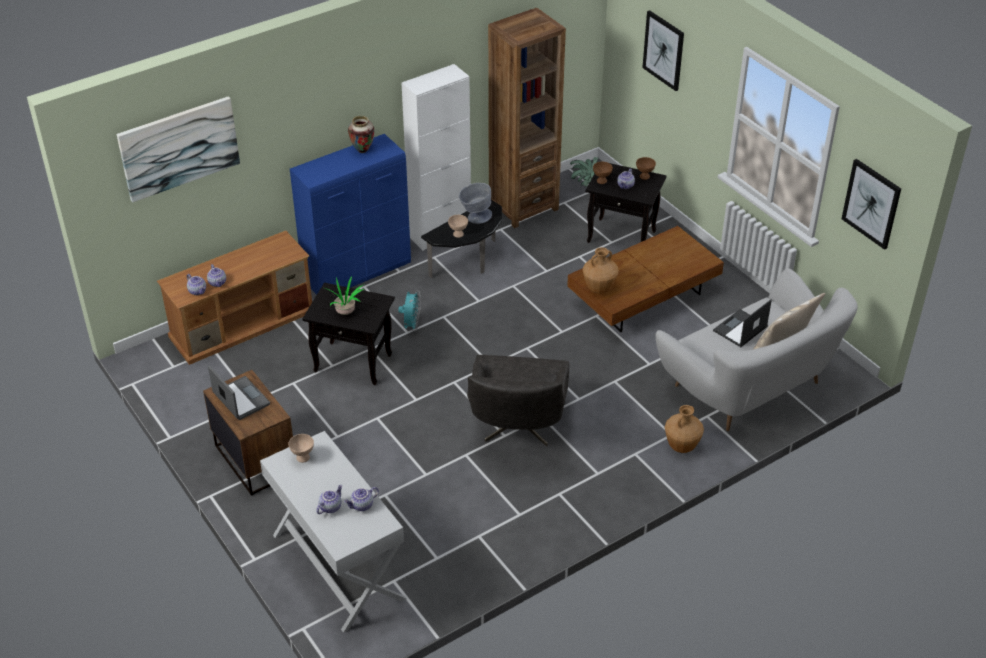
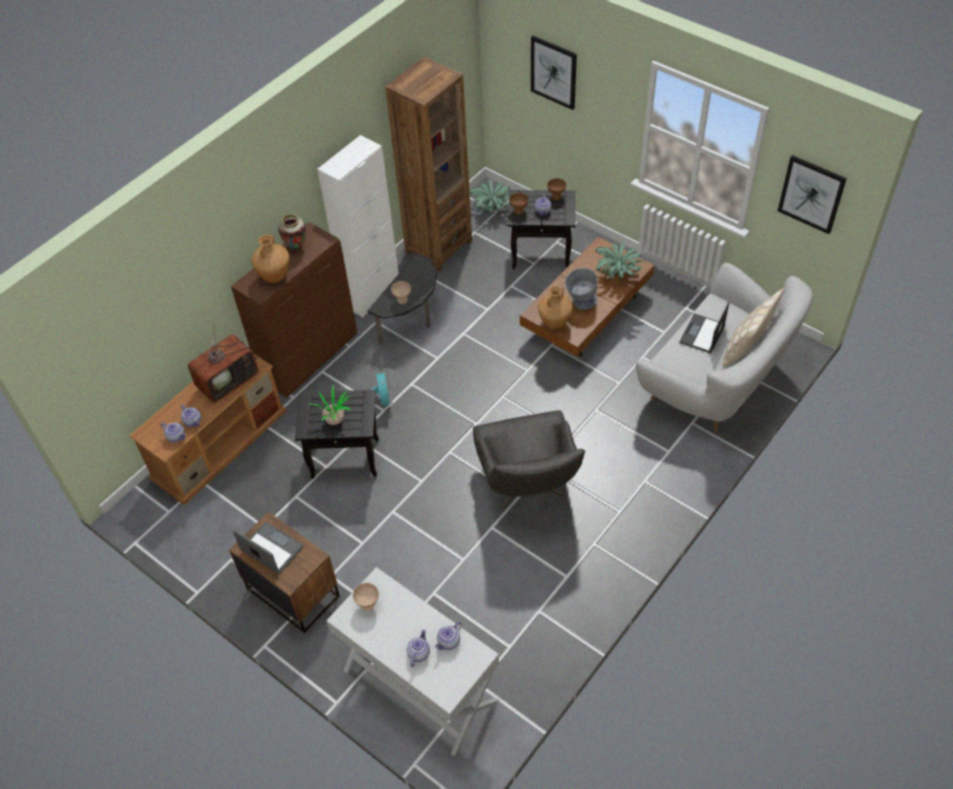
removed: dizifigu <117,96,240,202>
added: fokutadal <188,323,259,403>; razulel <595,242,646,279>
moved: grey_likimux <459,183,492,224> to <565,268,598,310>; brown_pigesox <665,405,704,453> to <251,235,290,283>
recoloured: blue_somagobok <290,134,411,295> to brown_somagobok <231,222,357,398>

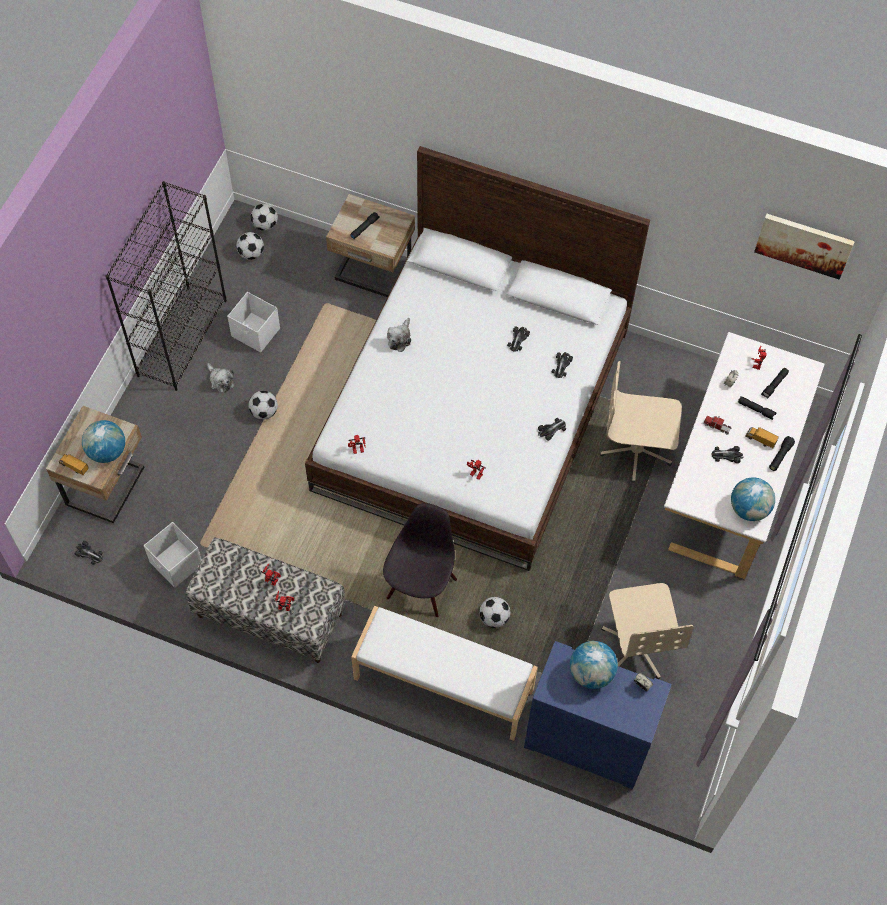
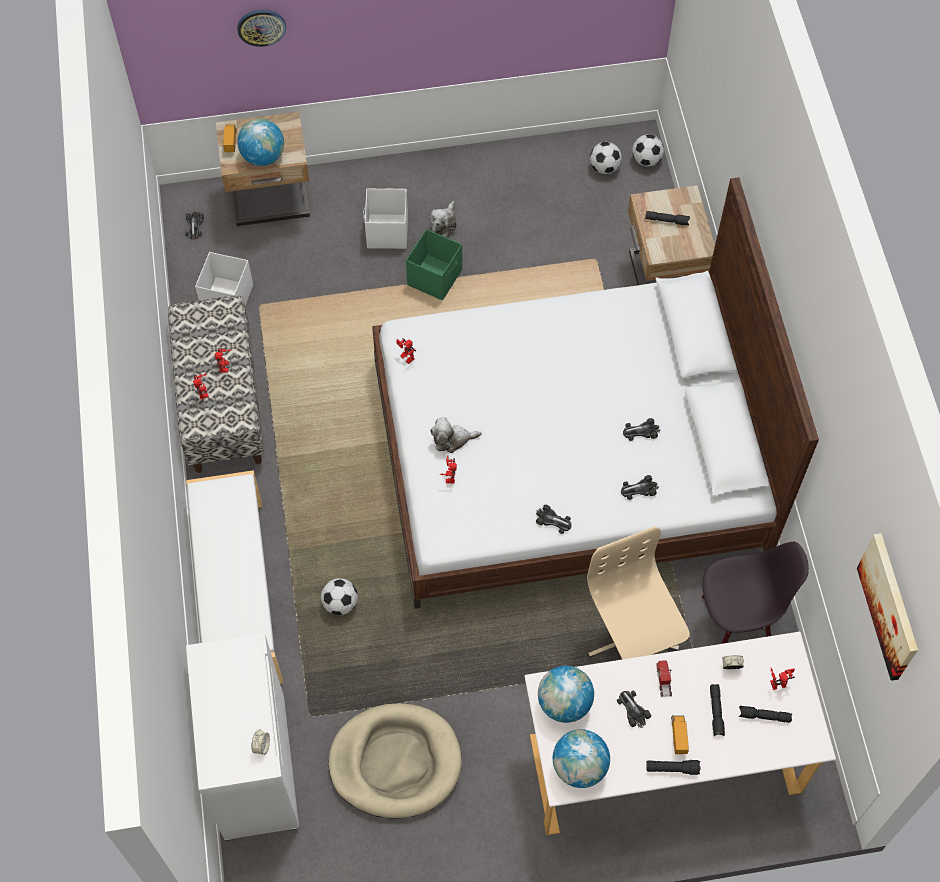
removed: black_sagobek <106,181,227,391>
added: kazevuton <237,10,286,47>
moved: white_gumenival <227,292,280,352> to <363,188,408,249>; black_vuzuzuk <383,503,457,617> to <701,542,809,644>; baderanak <387,318,411,352> to <430,417,482,453>; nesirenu <570,641,618,689> to <538,666,594,723>
replaced: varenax <248,391,278,420> to green_gumenival <406,229,462,300>; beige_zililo <601,583,693,679> to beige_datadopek <329,703,462,819>
recoloured: blue_somagobok <524,641,672,789> to white_somagobok <186,634,299,841>

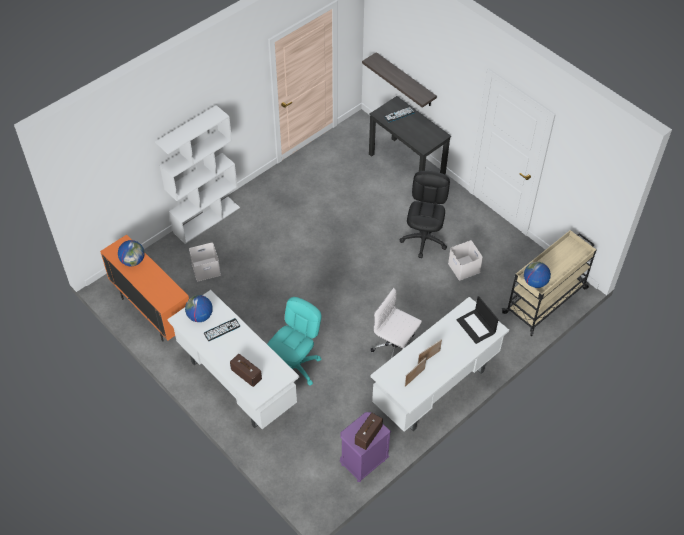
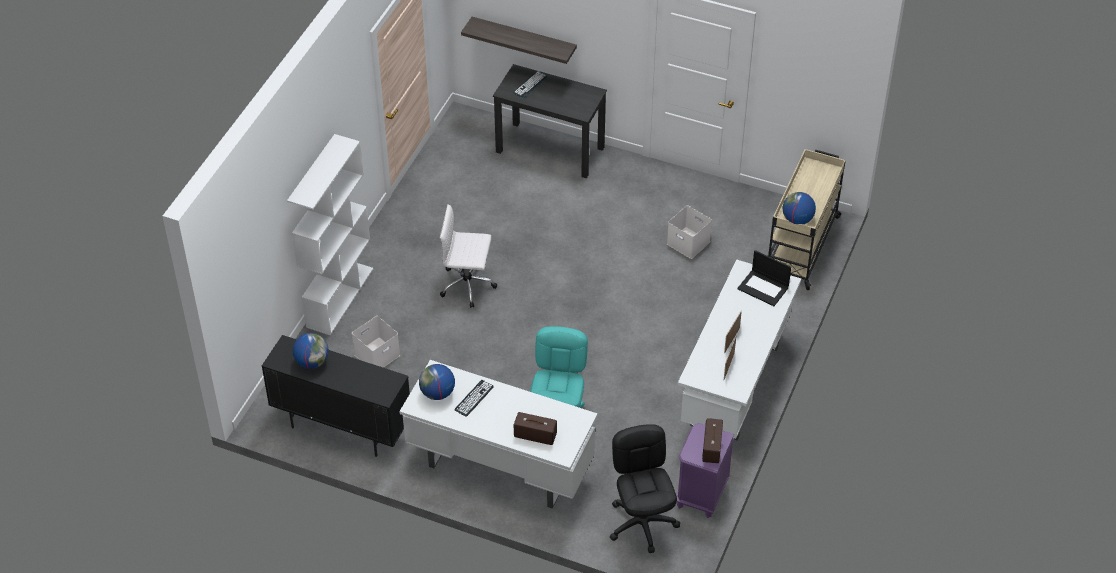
moved: white_zililo <371,288,422,359> to <440,205,497,308>; black_zililo <399,171,450,258> to <610,424,680,553>
recoloured: orange_somagobok <100,235,189,342> to black_somagobok <262,335,410,457>

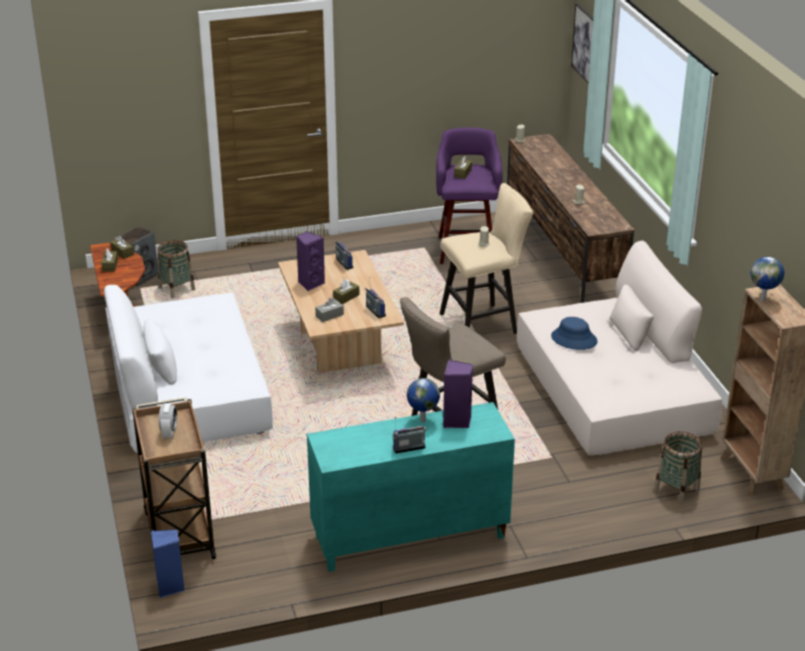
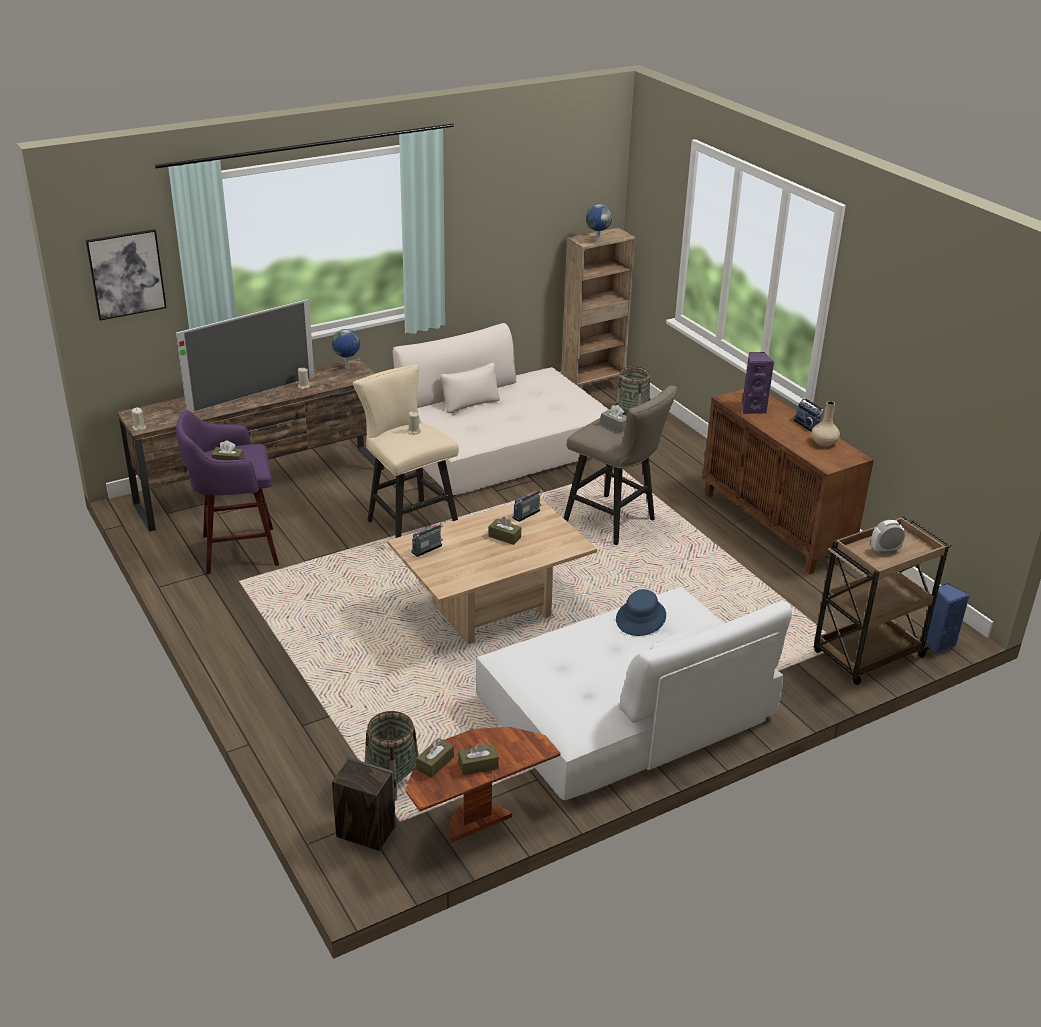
removed: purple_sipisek <296,231,325,291>
added: fokutadal <176,299,314,413>; beige_pigesox <811,401,840,447>
moved: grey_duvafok <315,298,344,322> to <600,405,627,432>; nesirenu <407,378,440,423> to <332,329,360,369>; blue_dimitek <551,317,597,350> to <616,589,666,636>
recoloured: turquoise_somagobok <307,402,515,572> to brown_somagobok <702,389,874,575>

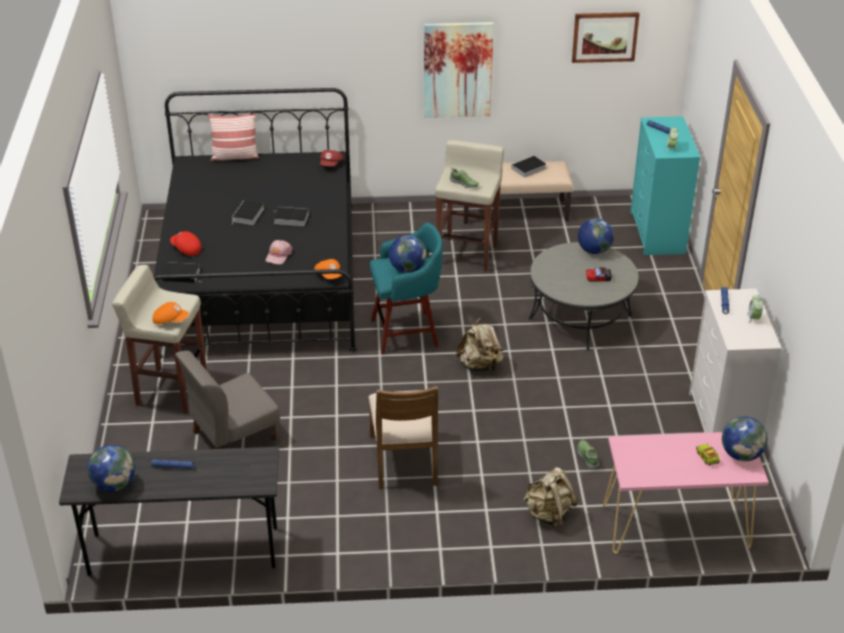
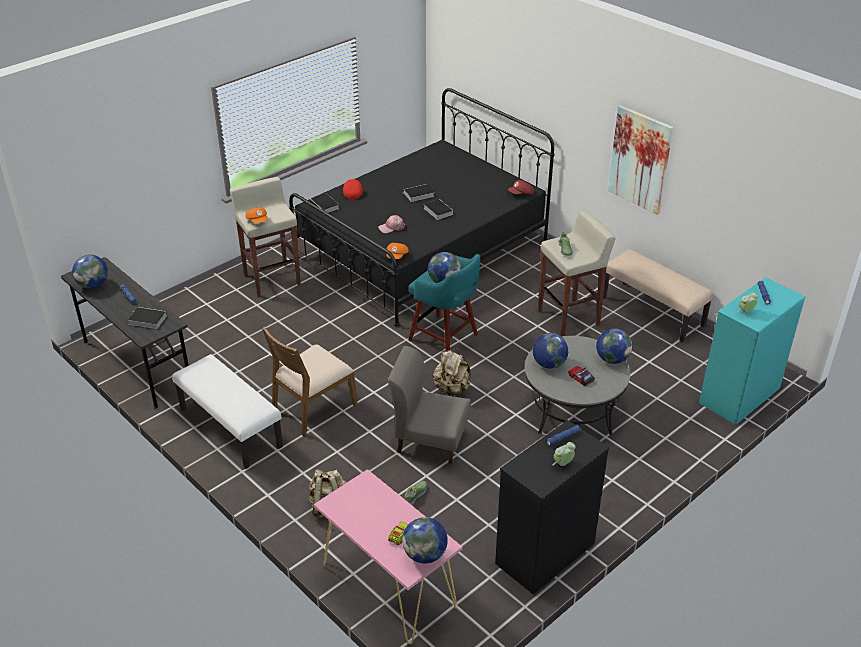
removed: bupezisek <208,113,259,161>; dizifigu <572,12,639,63>
added: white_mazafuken <172,354,283,469>; nesirenu <533,333,568,369>
moved: grey_vuzuzuk <175,351,280,449> to <388,346,471,464>; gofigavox <508,156,546,178> to <128,307,167,329>
recoloured: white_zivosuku <689,289,782,433> to black_zivosuku <495,420,609,595>

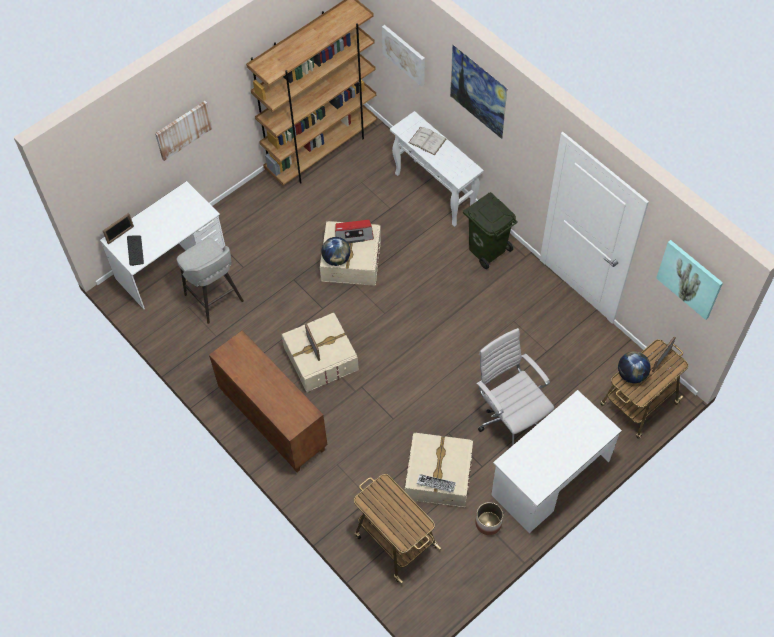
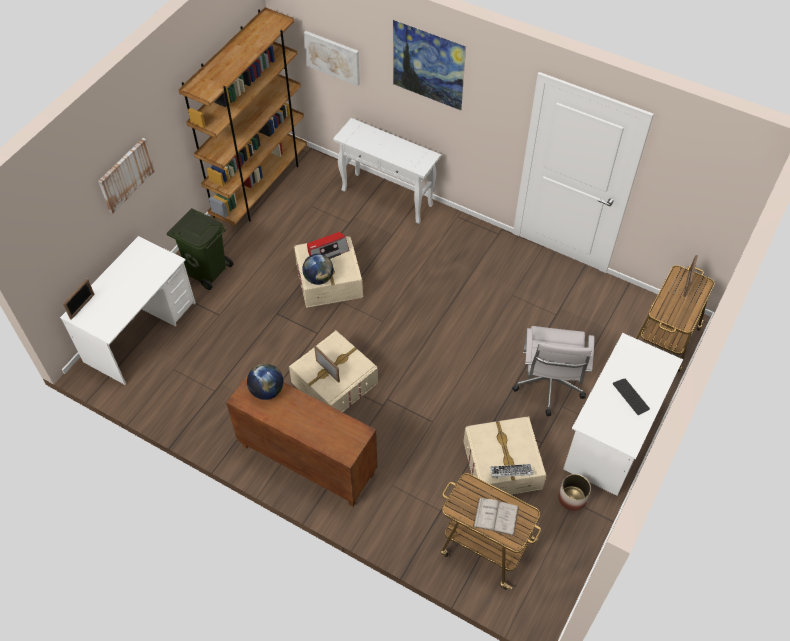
removed: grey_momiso <177,238,244,324>; dizifigu <656,240,723,320>
moved: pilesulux <127,236,144,266> to <613,379,650,415>; white_gofigavox <408,127,446,156> to <473,498,519,536>; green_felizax <463,192,518,269> to <167,208,234,290>; nesirenu <618,351,651,383> to <247,363,283,400>
turned: white_zililo <477,328,554,446> = <512,326,594,416> 120 degrees counterclockwise

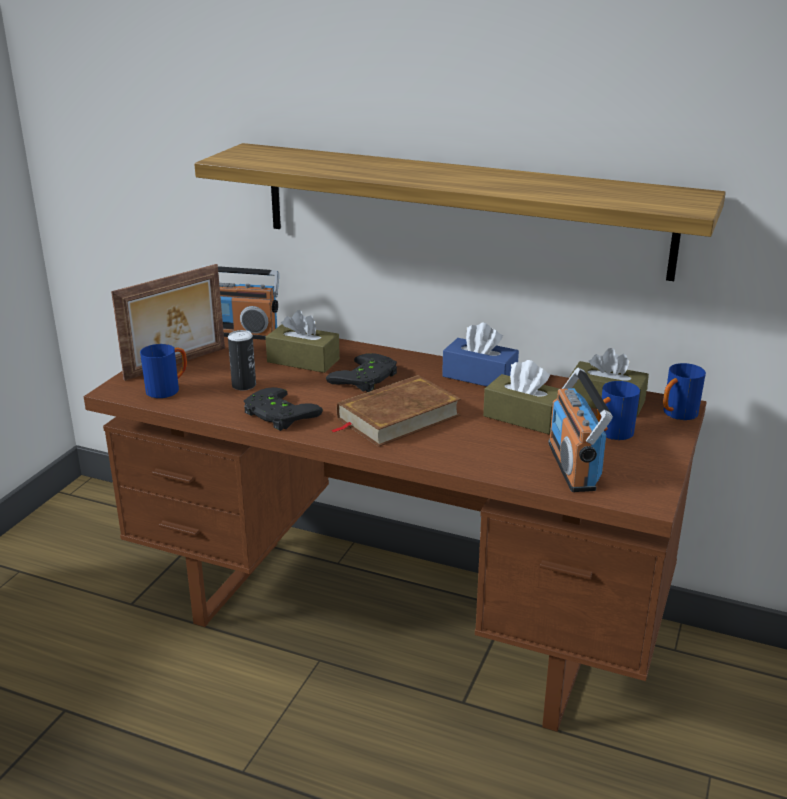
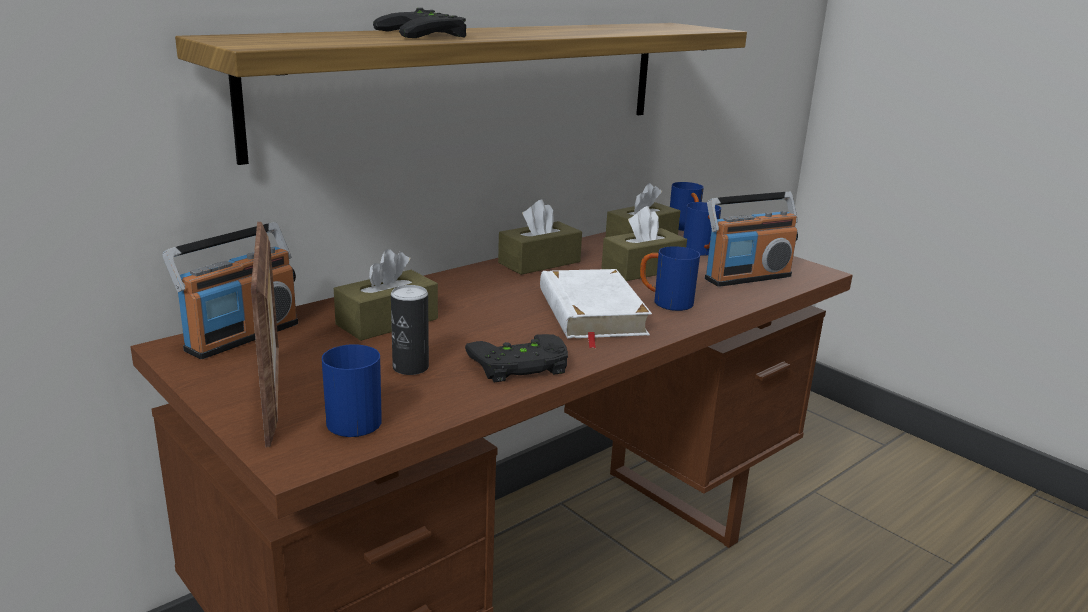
added: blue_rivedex <640,246,700,311>
moved: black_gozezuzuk <326,353,397,392> to <373,8,466,38>
recoloured: brown_gofigavox <330,375,461,447> to white_gofigavox <540,269,652,348>; blue_duvafok <442,323,519,386> to brown_duvafok <498,200,582,275>
turned: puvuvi <549,367,613,492> = <705,192,798,287> 45 degrees counterclockwise

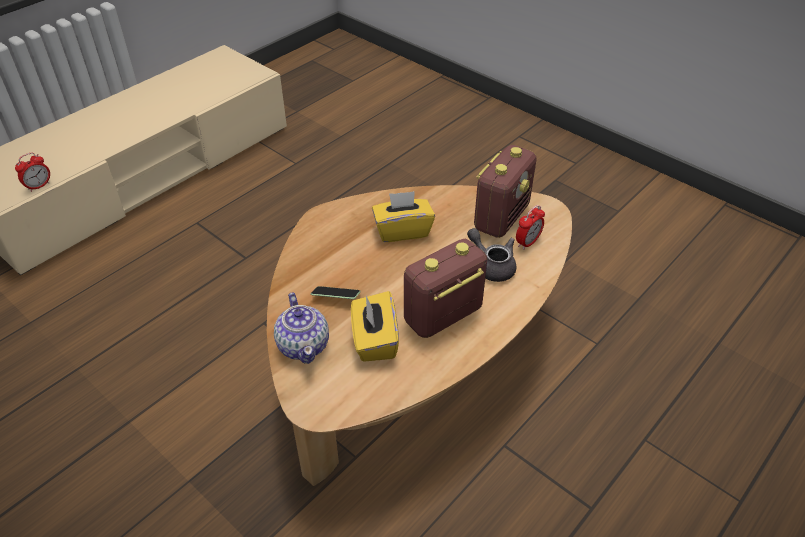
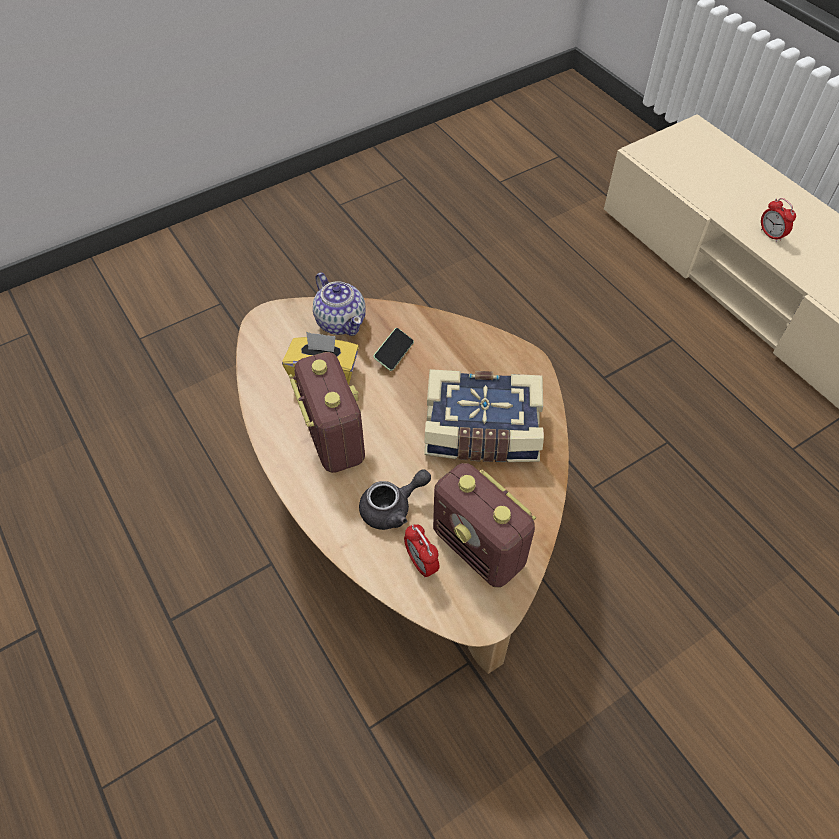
moved: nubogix <15,153,50,192> to <761,198,796,242>
replaced: yellow_duvafok <372,191,435,242> to gofigavox <424,369,544,462>
turned: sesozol <274,293,329,364> = <313,272,366,336> 120 degrees counterclockwise

